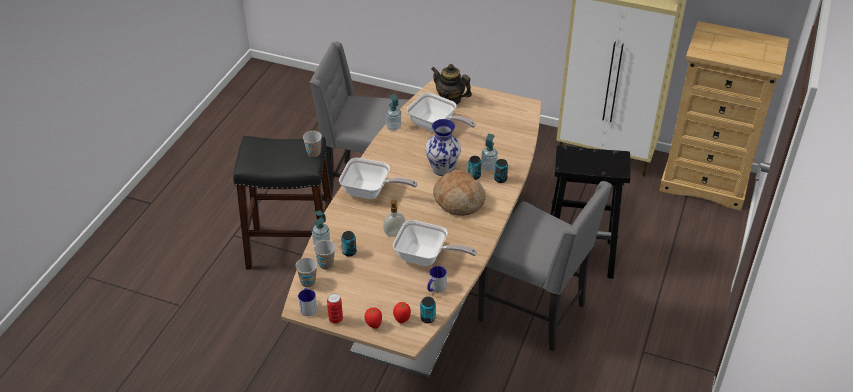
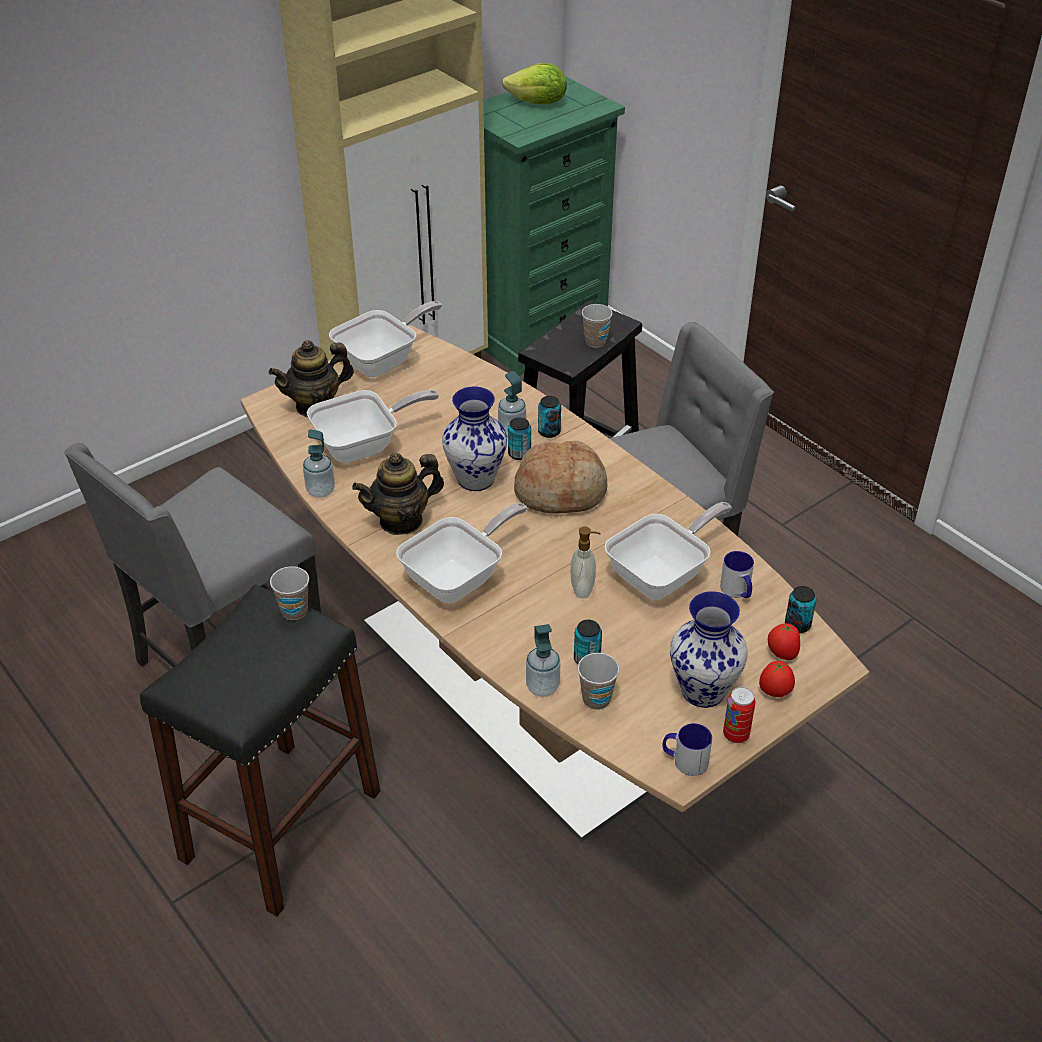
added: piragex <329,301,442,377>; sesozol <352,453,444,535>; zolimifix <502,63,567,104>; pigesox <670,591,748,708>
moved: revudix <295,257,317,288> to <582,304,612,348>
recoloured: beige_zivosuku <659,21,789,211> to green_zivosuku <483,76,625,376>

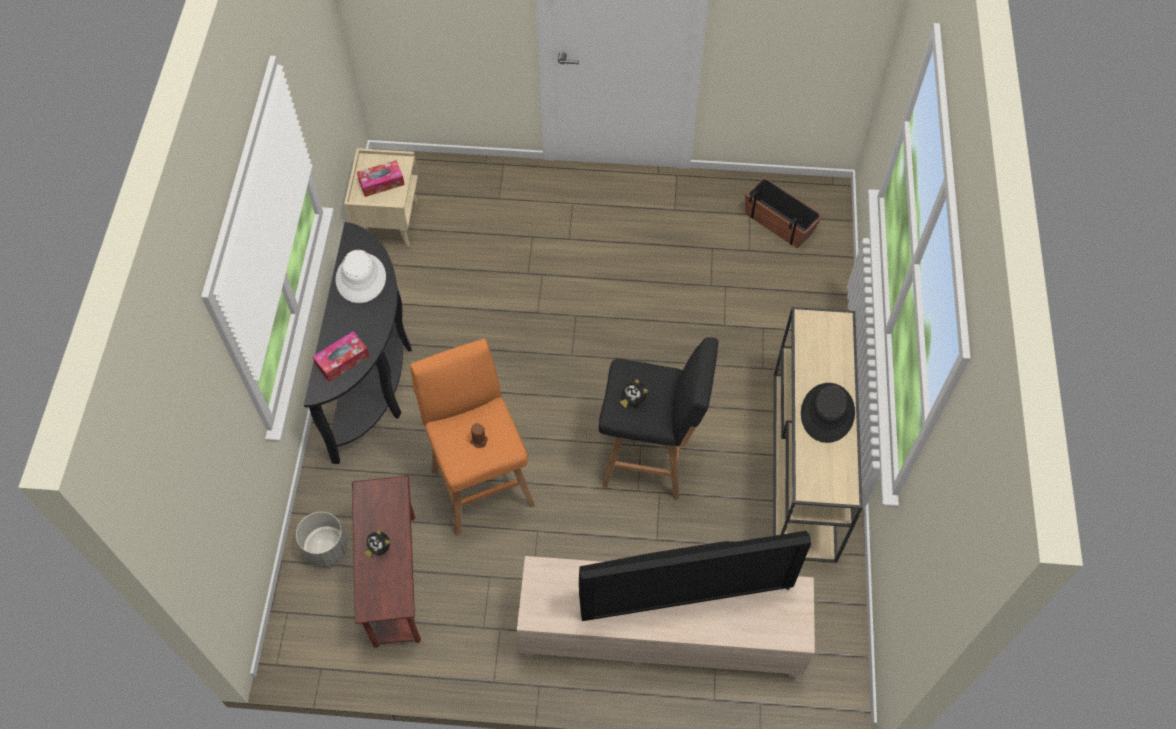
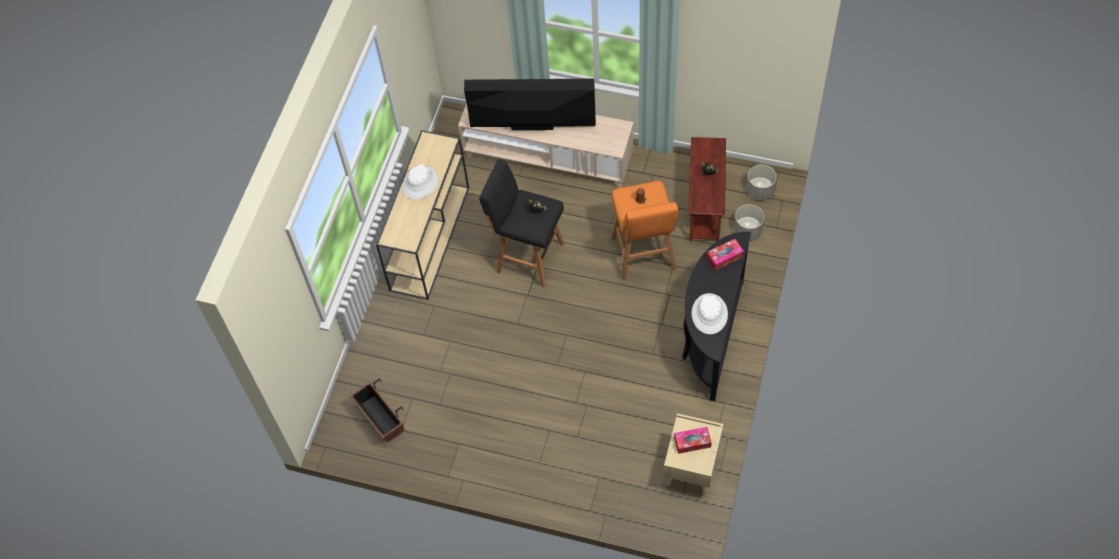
added: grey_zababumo <746,164,776,200>
recoloured: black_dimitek <801,383,855,443> to white_dimitek <402,164,438,200>

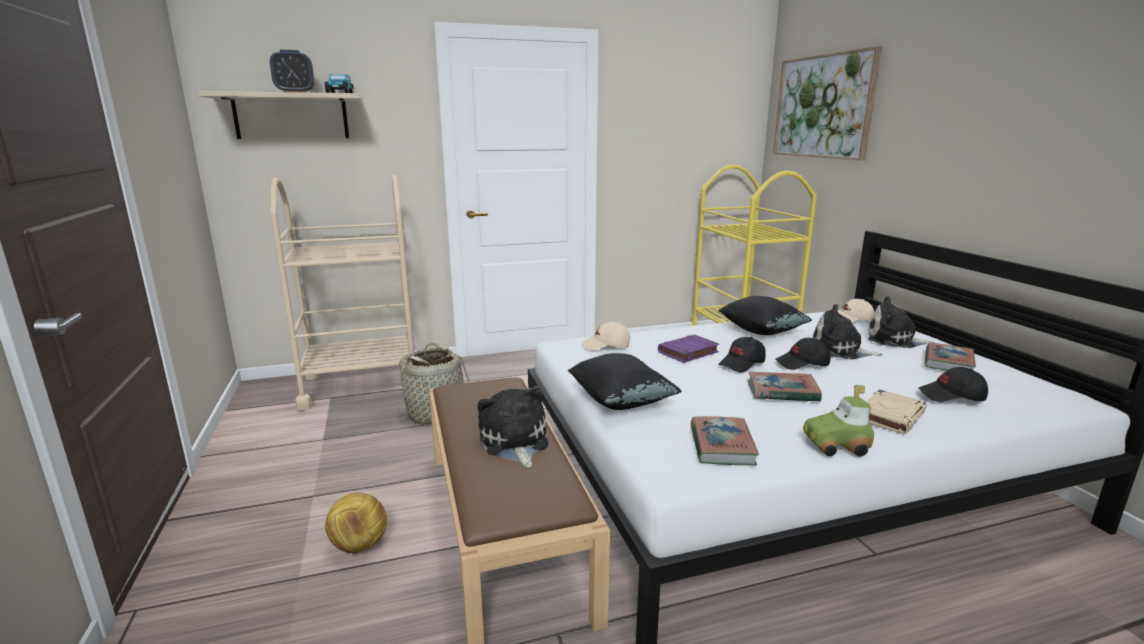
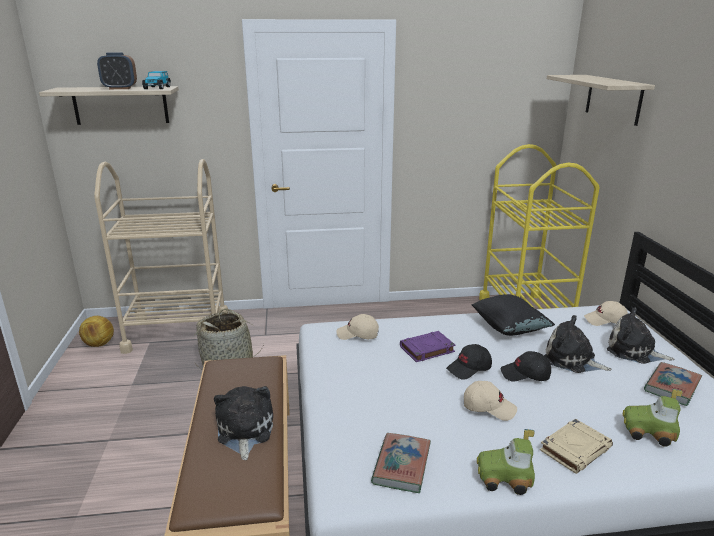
removed: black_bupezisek <568,353,682,410>
moved: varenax <325,492,387,553> to <79,316,114,347>
replaced: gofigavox <748,372,822,402> to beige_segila <464,381,517,421>; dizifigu <773,46,882,161> to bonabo <547,75,655,126>; black_segila <919,367,988,402> to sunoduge <623,389,683,447>

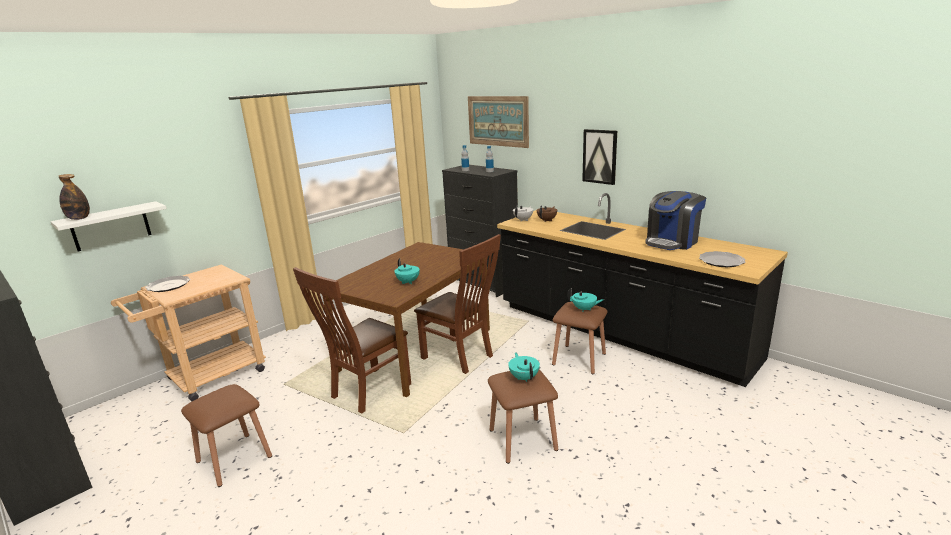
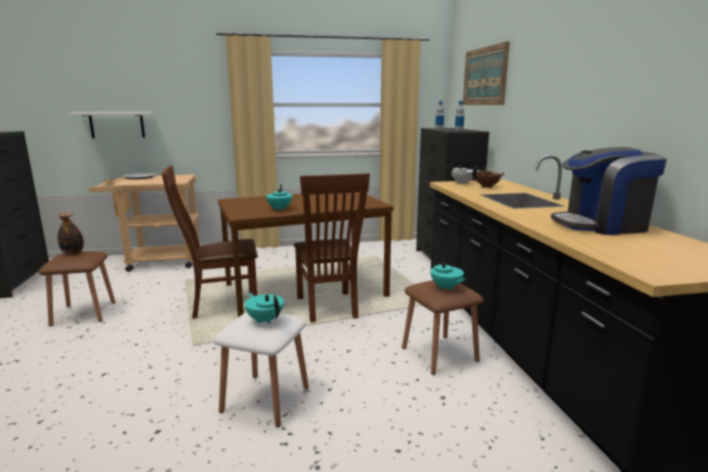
removed: dizifigu <582,129,617,185>; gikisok <699,251,746,267>
moved: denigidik <59,174,90,220> to <58,212,84,255>
recoloured: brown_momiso <488,370,558,464> to white_momiso <214,312,309,427>
turned: turquoise_sesozol <508,352,540,382> = <244,293,284,324> 60 degrees counterclockwise

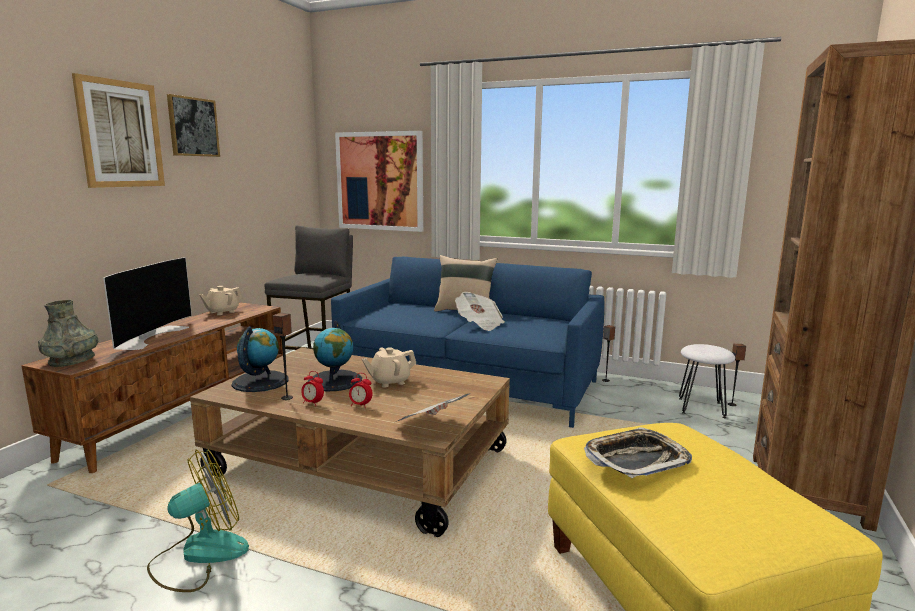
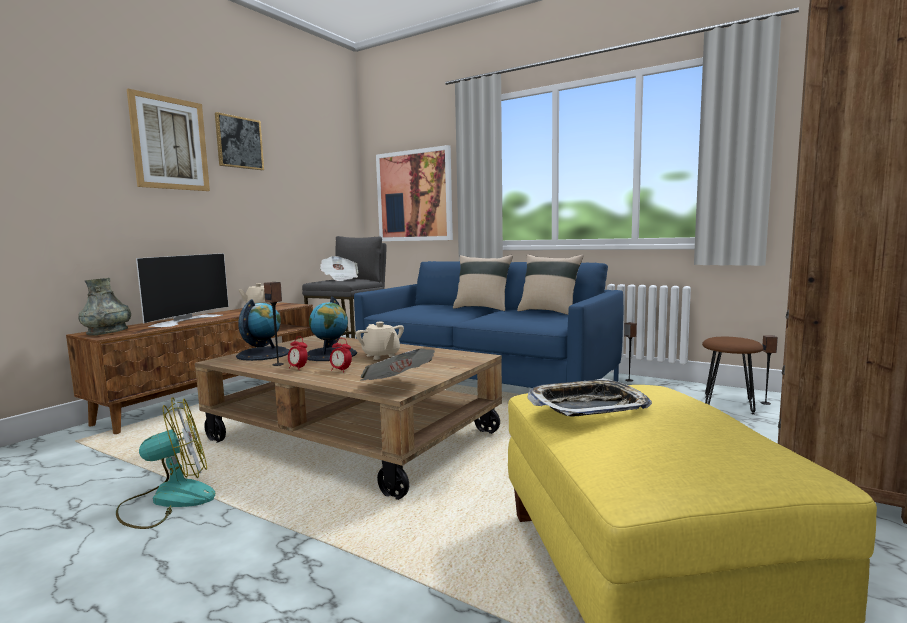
added: beige_bupezisek <517,254,584,315>
moved: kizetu <455,292,505,331> to <320,256,358,281>
recoloured: white_momiso <679,344,735,418> to brown_momiso <702,337,764,415>
turned: beige_sesozol <362,347,416,388> = <355,322,404,360> 105 degrees counterclockwise

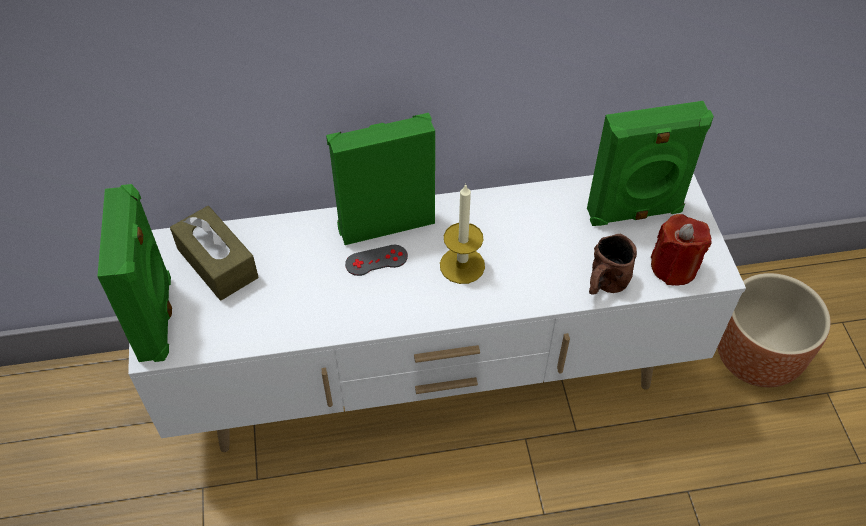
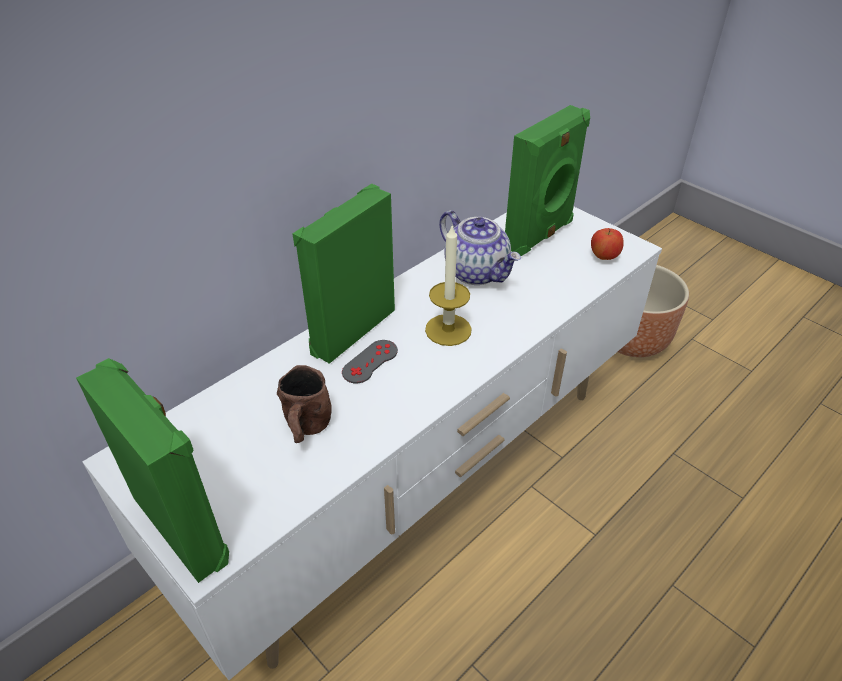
removed: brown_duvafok <170,206,258,300>
added: sesozol <439,210,521,285>
moved: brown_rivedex <589,234,637,295> to <277,365,332,443>
replaced: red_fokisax <651,214,712,286> to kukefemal <591,228,624,260>

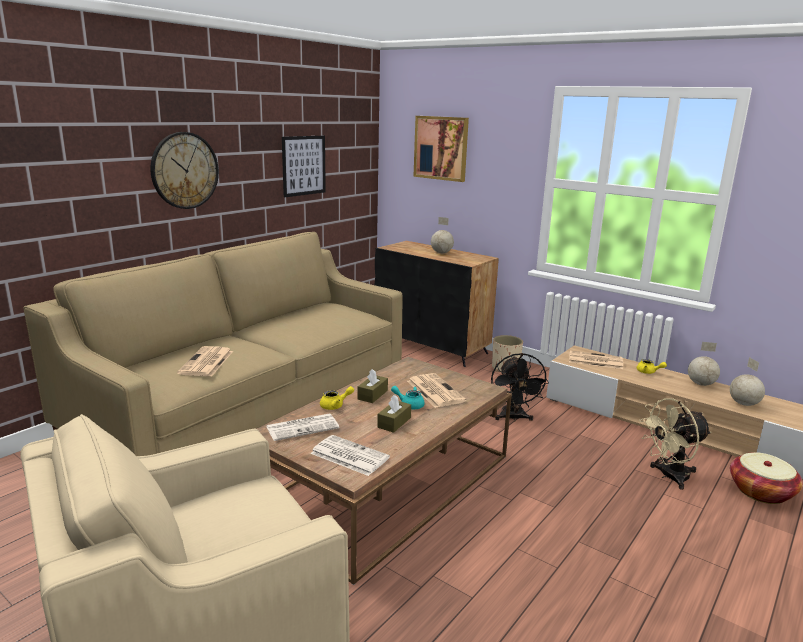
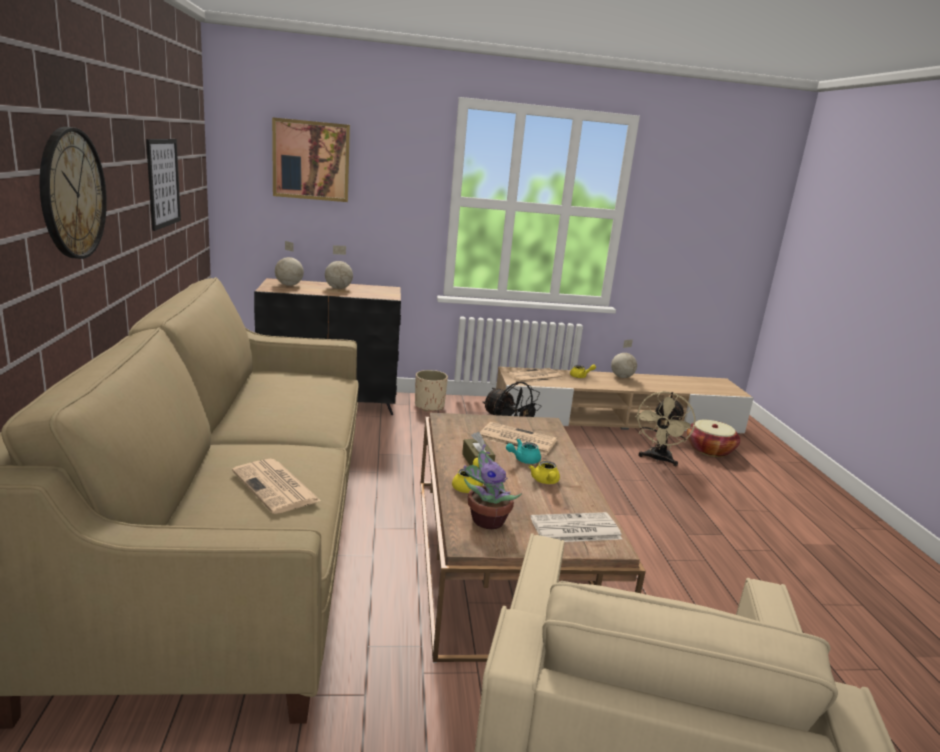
moved: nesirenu <730,357,765,406> to <275,241,304,286>
replaced: kizetu <266,414,340,441> to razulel <463,444,522,529>; brown_duvafok <377,395,411,433> to yellow_sesozol <529,461,560,484>

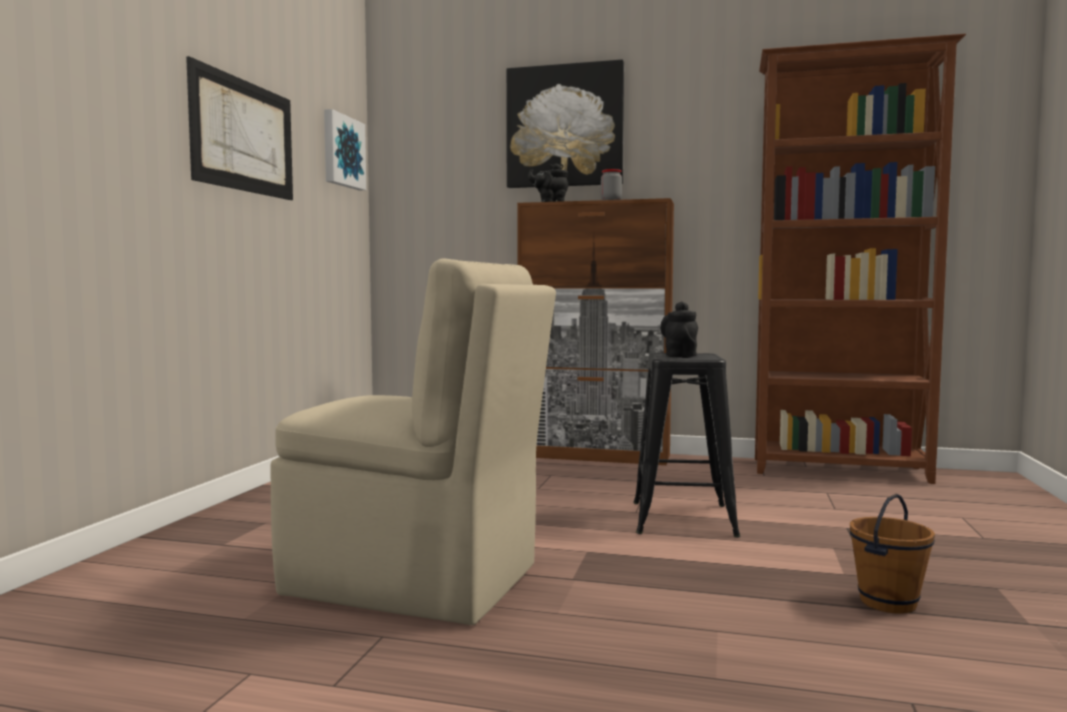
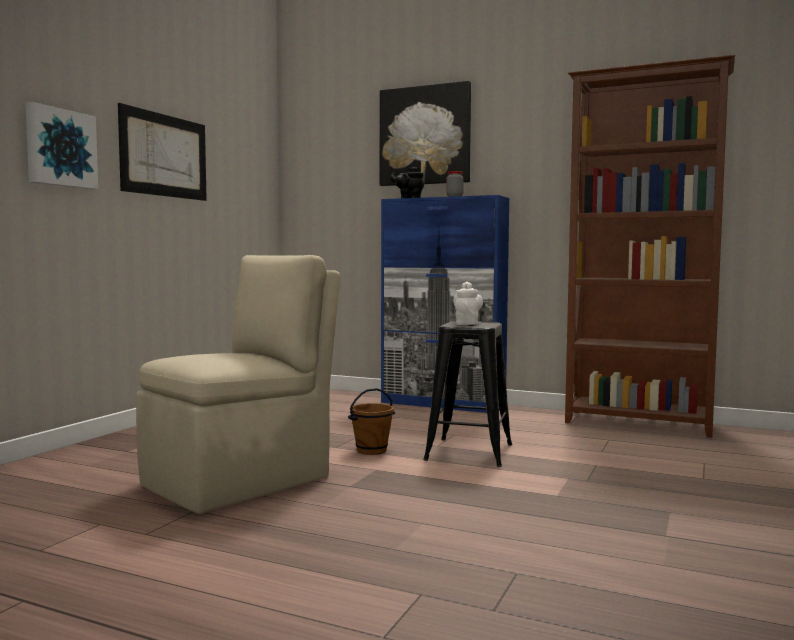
moved: dizifigu <324,109,366,190> to <26,102,98,189>; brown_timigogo <850,493,935,614> to <348,388,395,455>
recoloured: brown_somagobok <517,198,674,465> to blue_somagobok <381,195,509,413>; black_sesozol <660,301,698,357> to white_sesozol <453,282,483,325>
turned: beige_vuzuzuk <270,259,556,625> = <136,255,341,514> 75 degrees counterclockwise

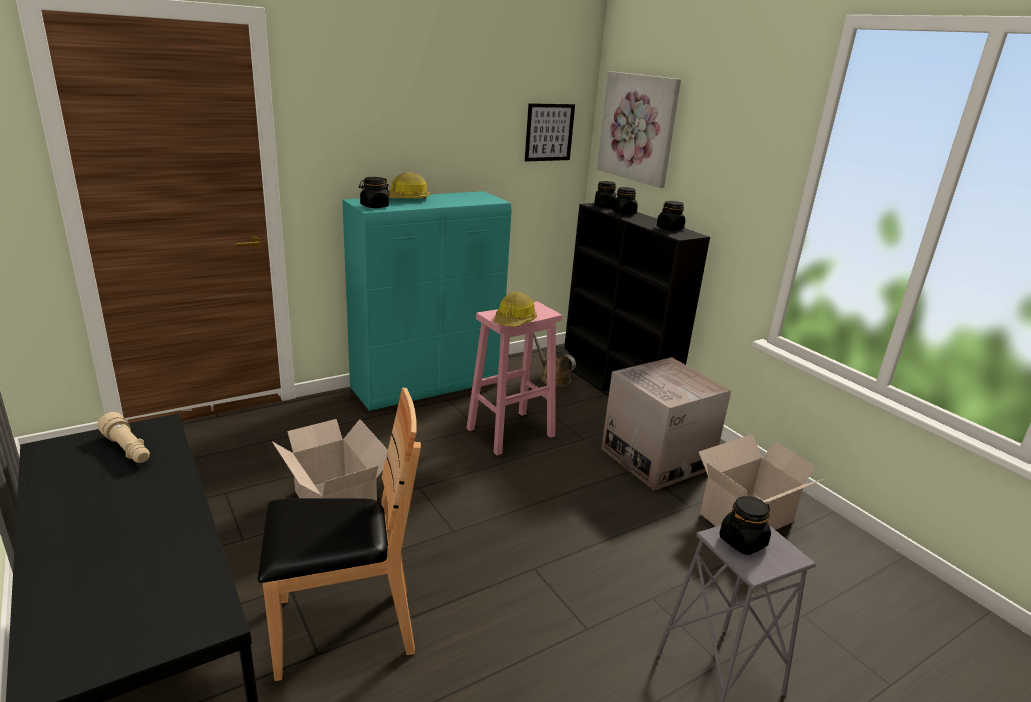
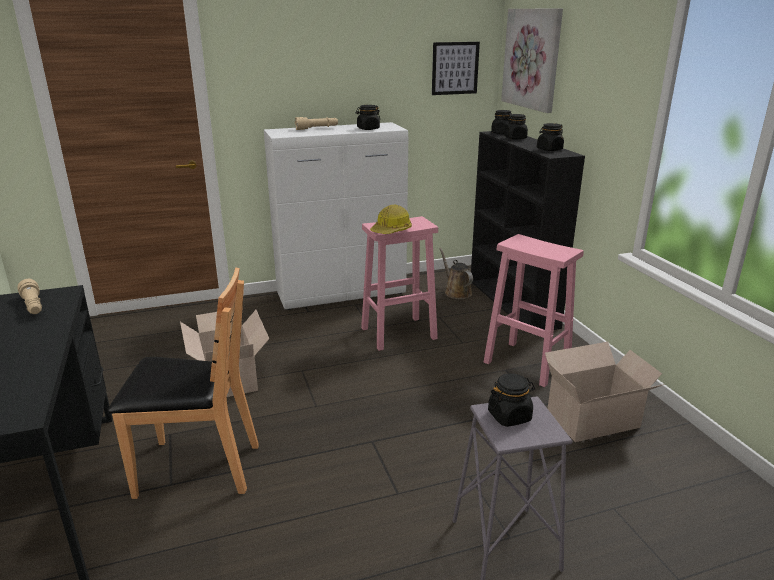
moved: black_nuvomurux <359,177,390,208> to <355,105,380,130>
replaced: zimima <387,172,430,200> to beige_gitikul <295,117,338,130>; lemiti <601,357,731,491> to pink_momiso <484,234,584,387>
recoloured: turquoise_somagobok <342,191,511,411> to white_somagobok <264,122,408,310>

